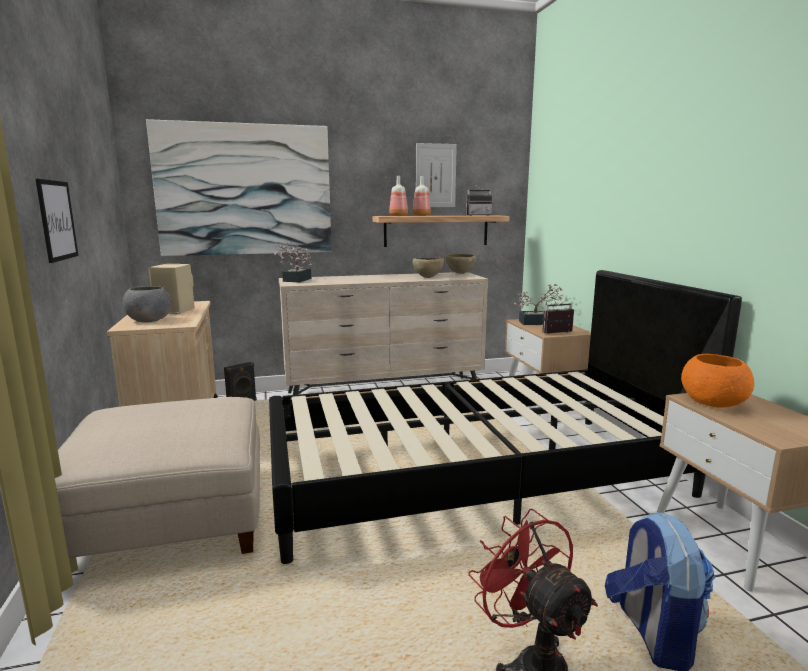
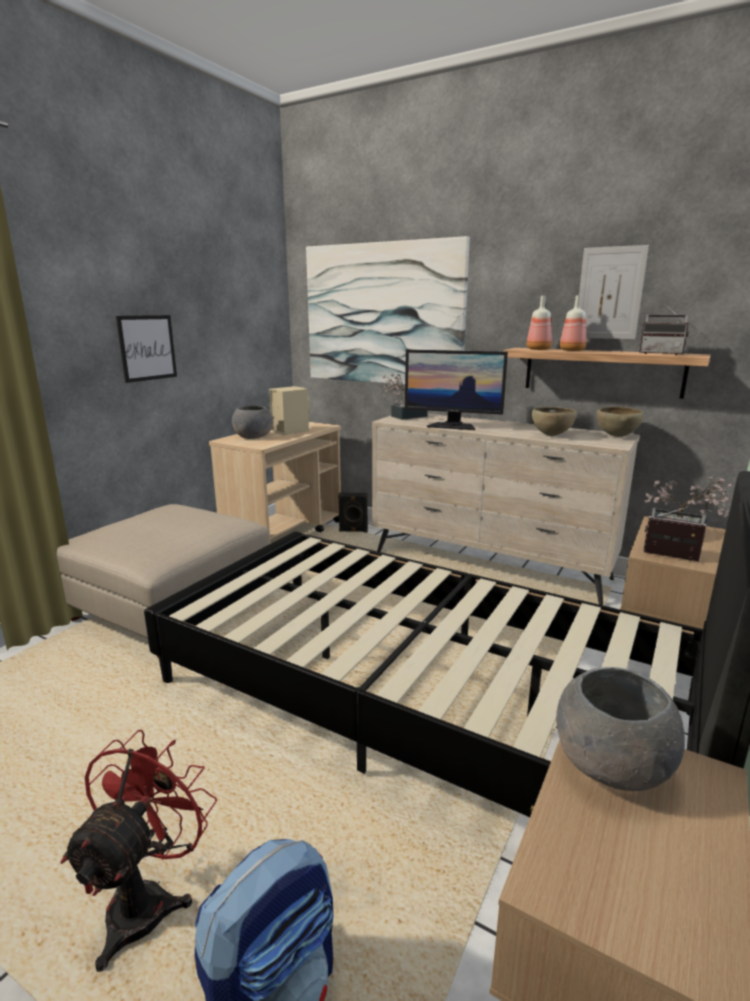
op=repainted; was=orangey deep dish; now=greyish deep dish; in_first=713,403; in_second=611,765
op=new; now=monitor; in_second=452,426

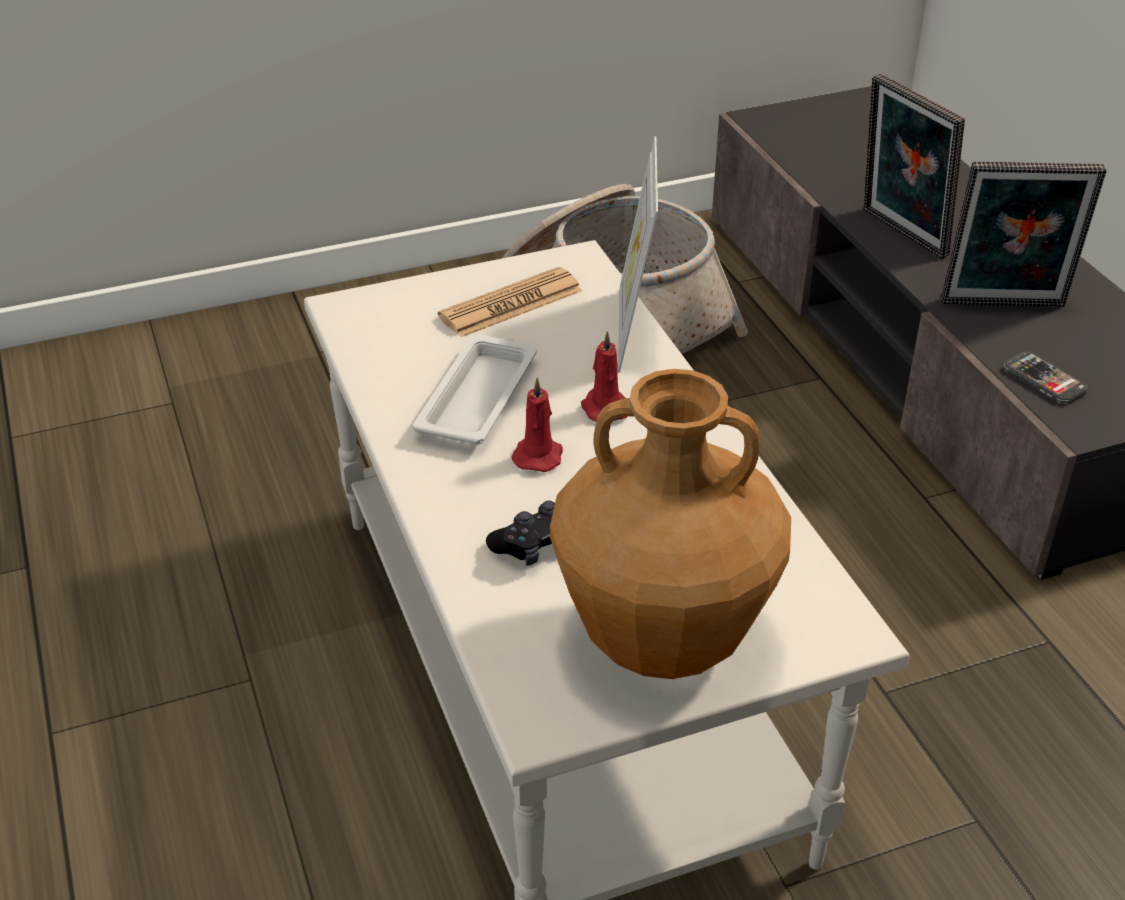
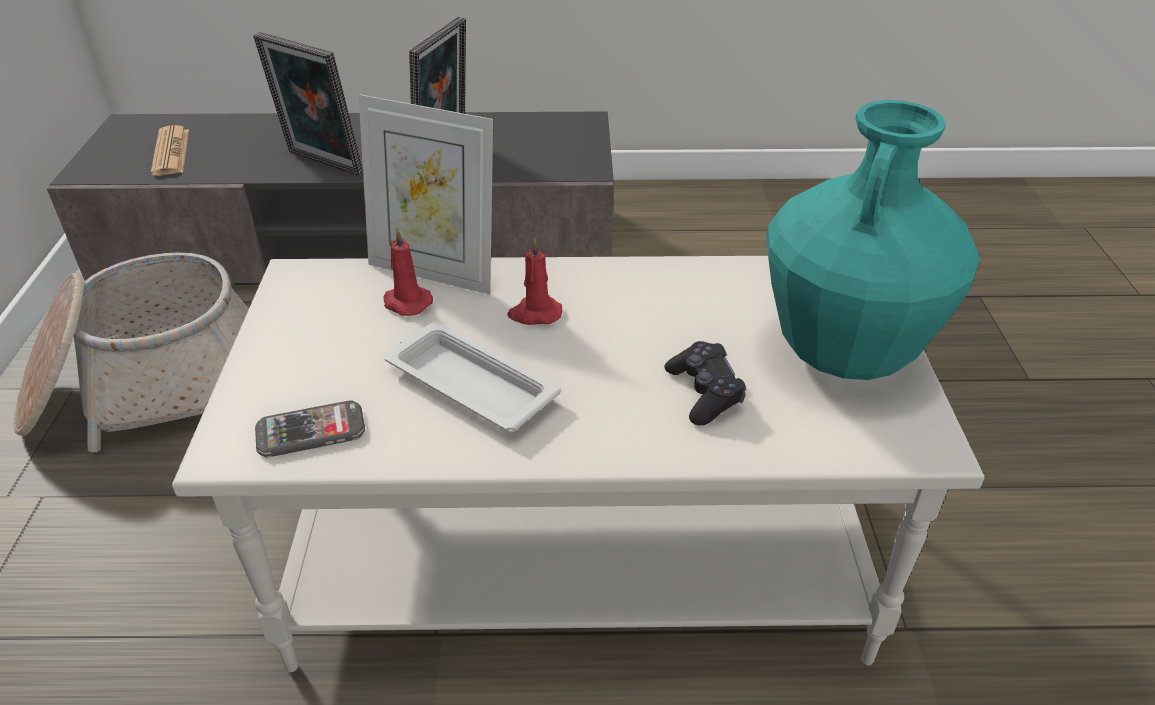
op=rotated; was=standing frame; in_first=899,235; in_second=321,164; clockwise=45
op=shifted; was=printed paper; in_first=511,304; in_second=171,152
op=shifted; was=handset; in_first=1044,380; in_second=311,431
op=repainted; was=brownish vase; now=blue-green vase; in_first=661,640; in_second=844,356
op=shifted; was=red-coloured wax light; in_first=538,455; in_second=406,302

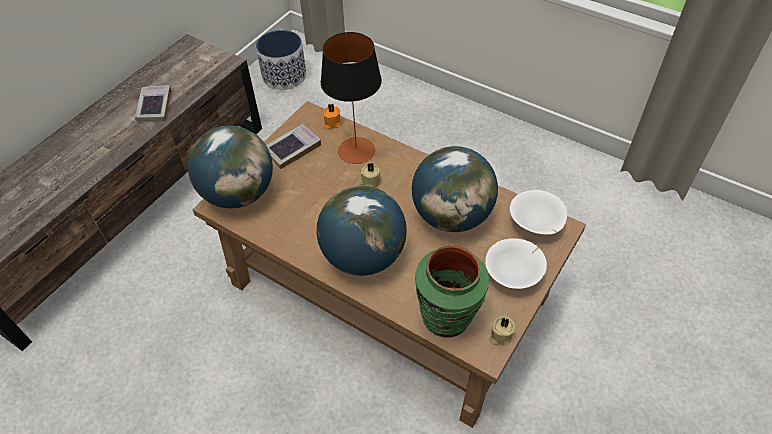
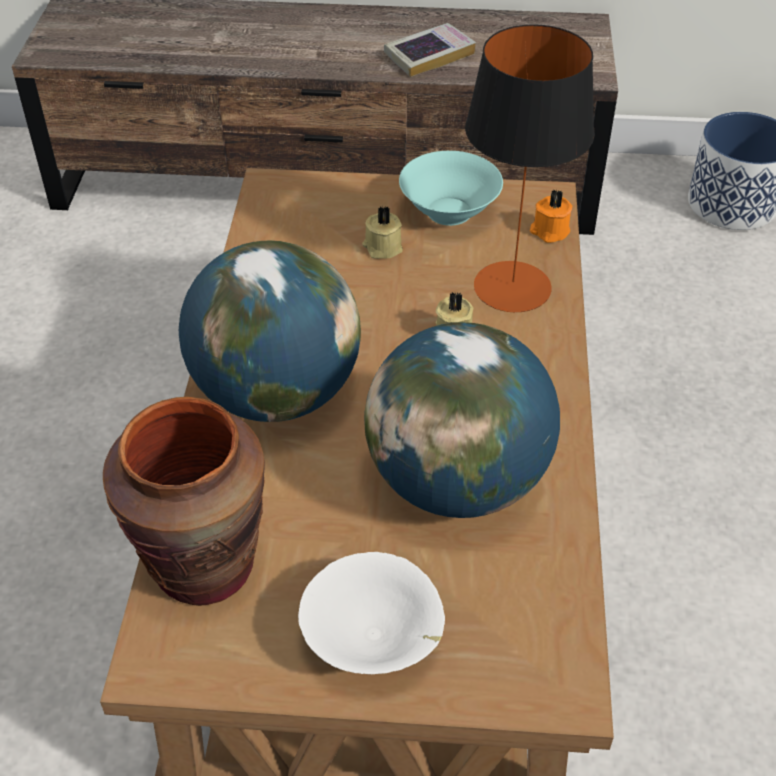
op=swapped; was=volume; now=blue-green deep dish; in_first=292,149; in_second=449,212
op=gone; was=world globe; in_first=238,194
op=gone; was=whitish deep dish; in_first=535,225
op=repainted; was=greenish vase; now=brownish vase; in_first=447,318; in_second=204,566
op=shifted; was=sand-coloured wax light; in_first=500,336; in_second=382,247

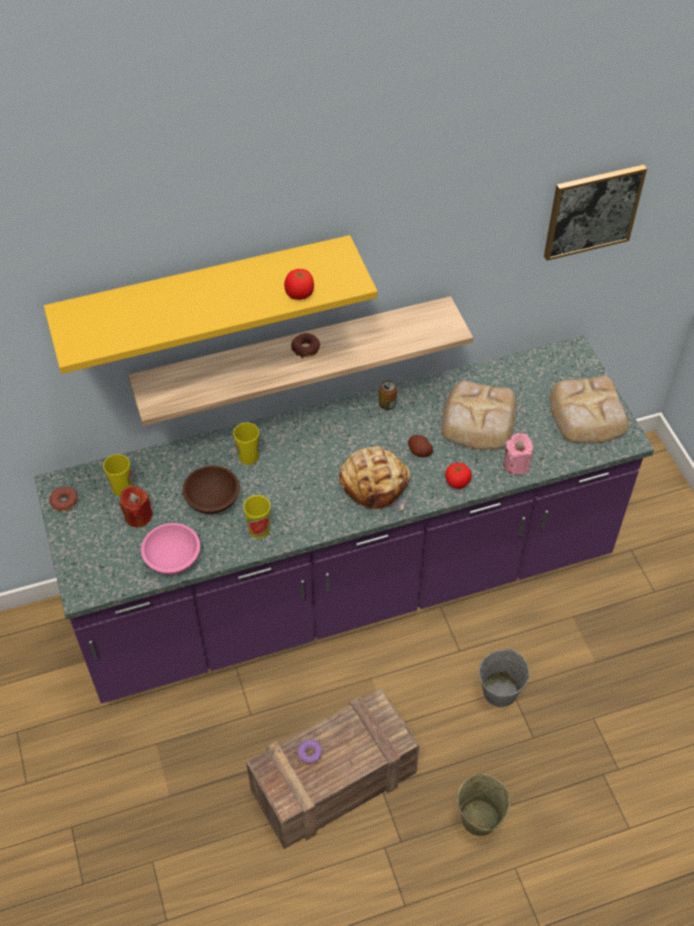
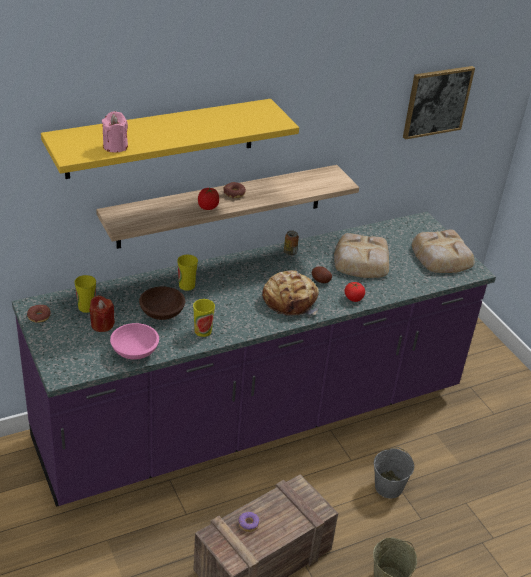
op=shifted; was=tomato; in_first=299,294; in_second=208,207
op=shifted; was=pinkish wax light; in_first=516,464; in_second=115,146

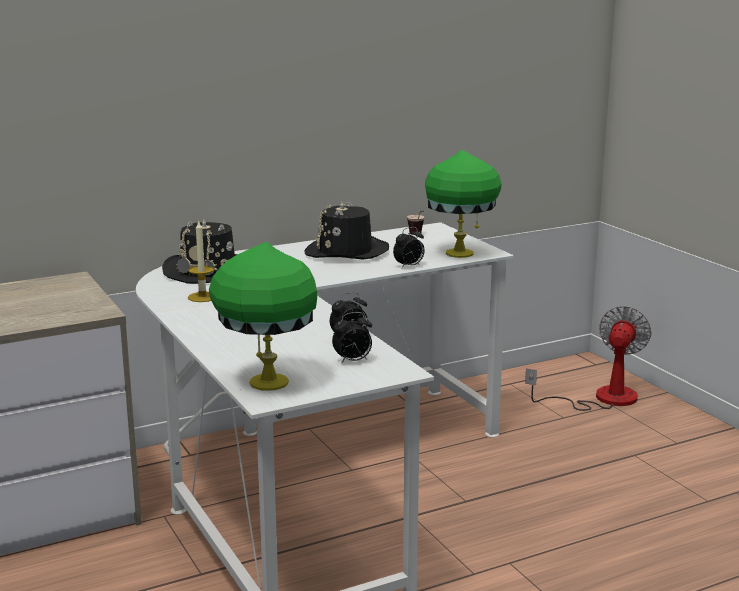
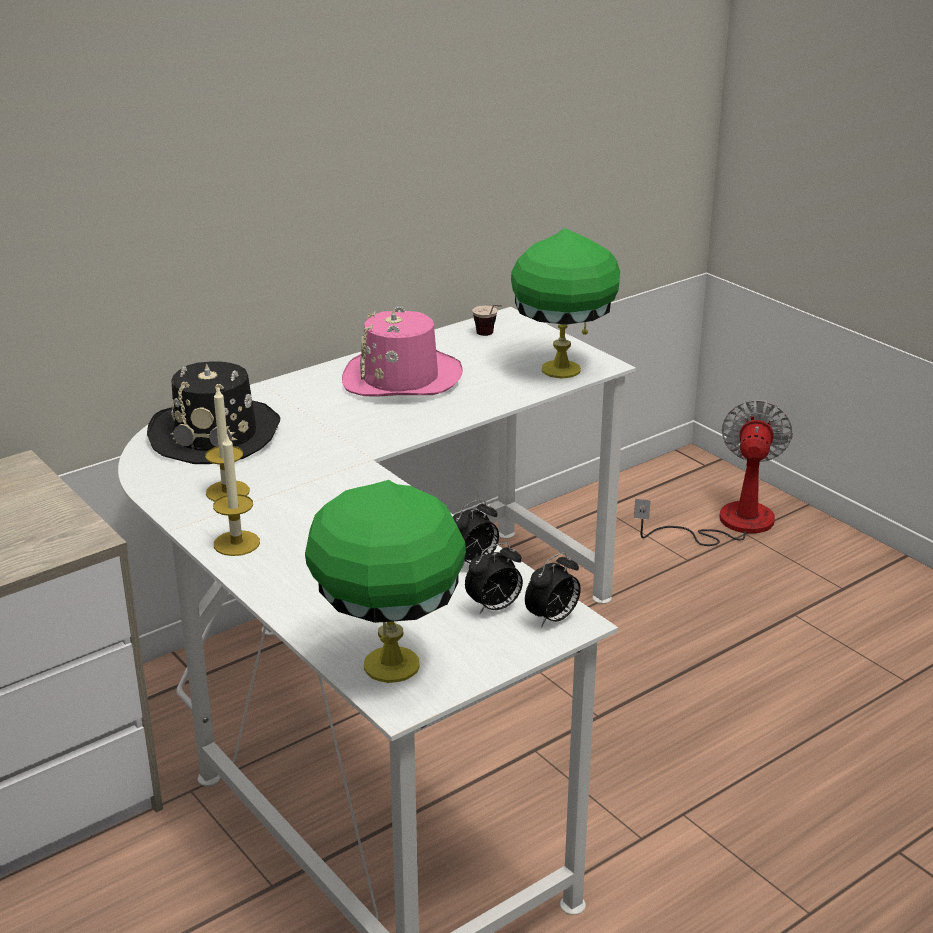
op=repainted; was=blackish clothing hat; now=pinkish clothing hat; in_first=346,252; in_second=401,378
op=shifted; was=alarm clock; in_first=409,266; in_second=552,619
op=new; now=wax light; in_second=236,543

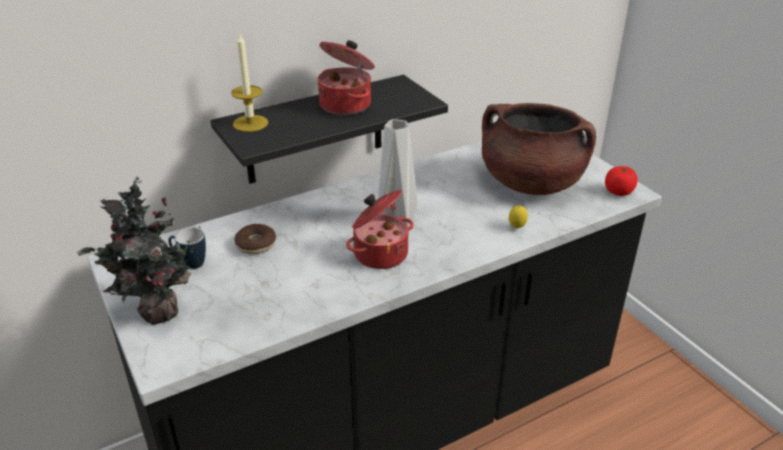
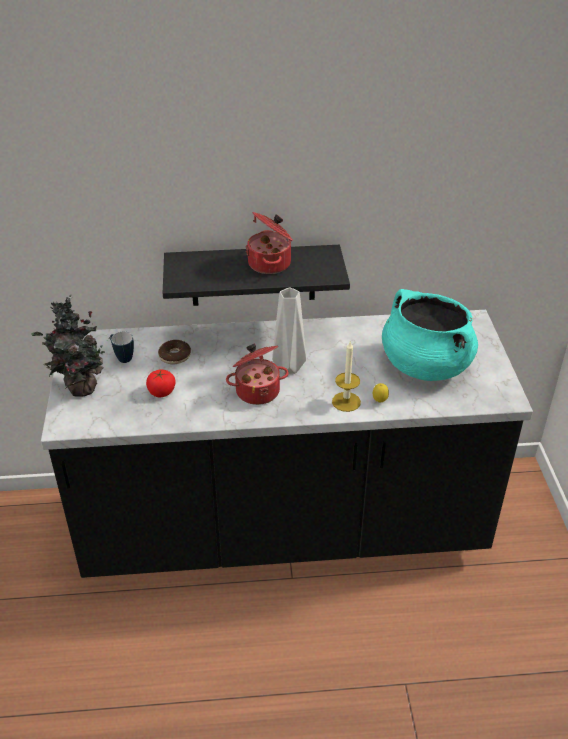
op=shifted; was=wax light; in_first=250,123; in_second=346,402
op=repainted; was=brownish cooking pot; now=blue-green cooking pot; in_first=530,183; in_second=425,365
op=shifted; was=tomato; in_first=619,191; in_second=161,392

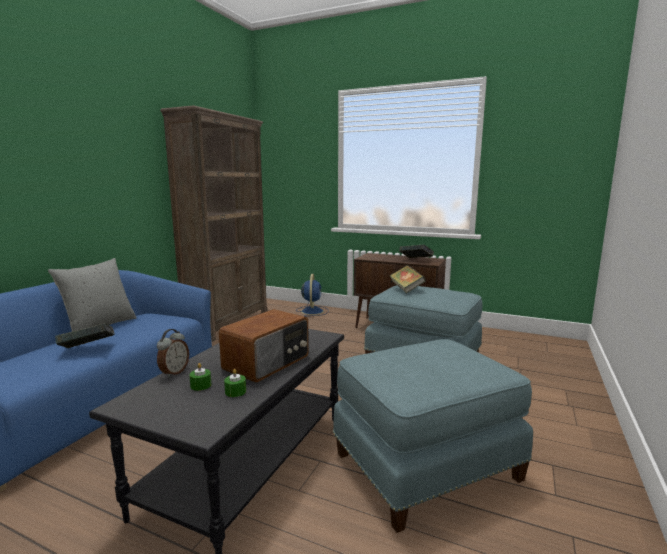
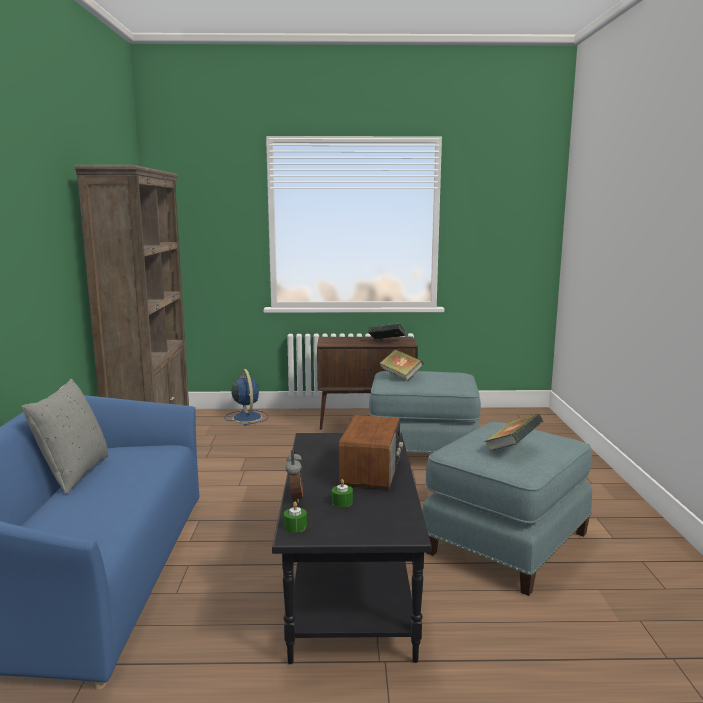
op=shifted; was=volume; in_first=88,349; in_second=512,448
op=shifted; was=greenish wax light; in_first=235,391; in_second=295,526

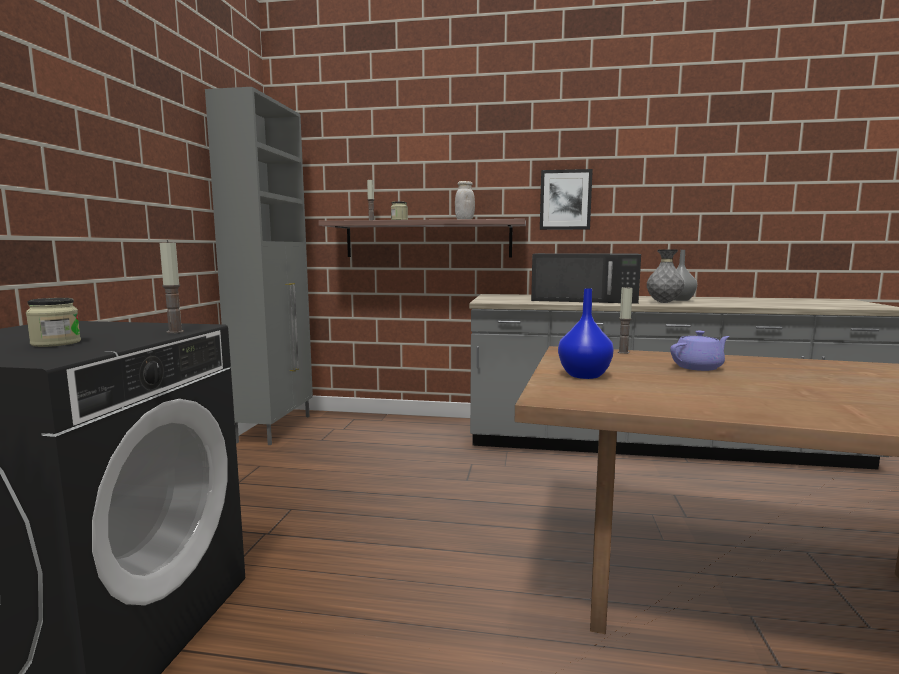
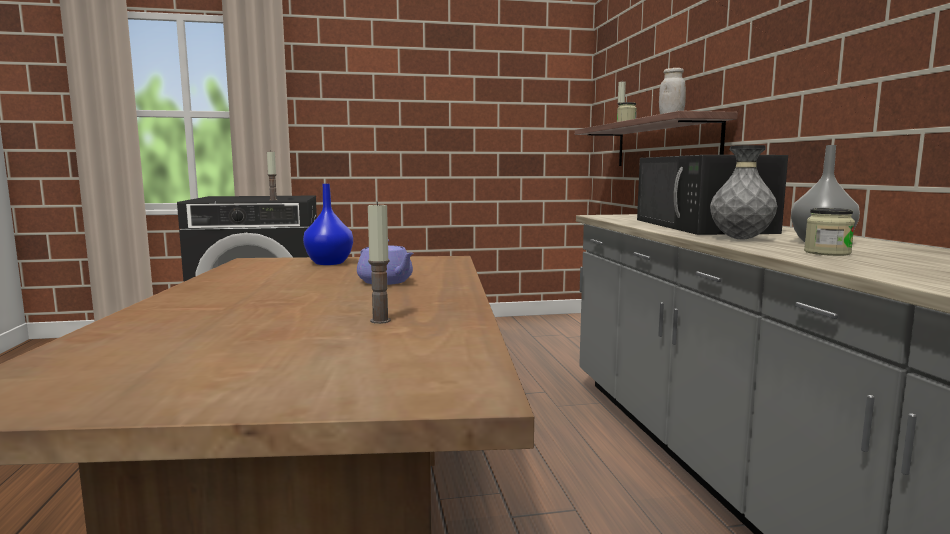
op=gone; was=greyish cabinet; in_first=276,428
op=gone; was=wall art; in_first=565,200
op=shifted; was=wax light; in_first=623,352; in_second=380,321
op=shifted; was=storage jar; in_first=56,343; in_second=827,253

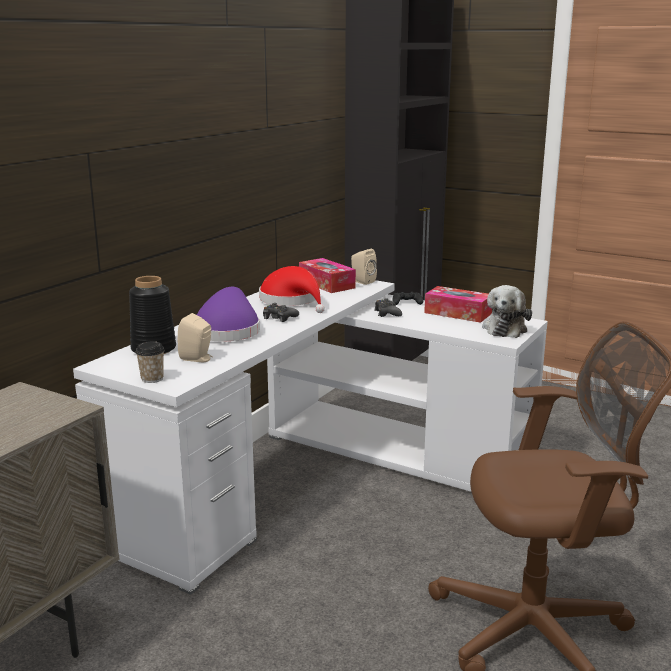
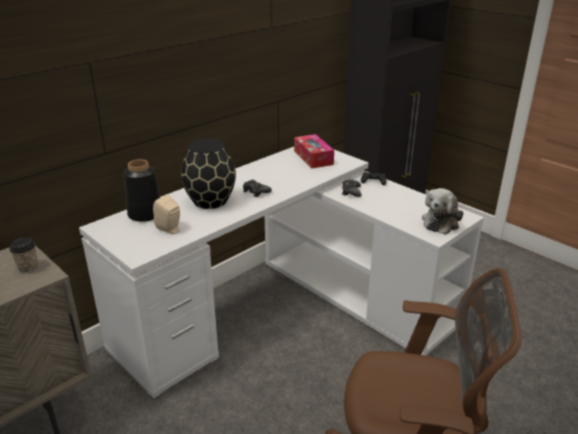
op=gone; was=sand-coloured audio speaker; in_first=362,281
op=gone; was=red-coloured clothing hat; in_first=292,301
op=gone; was=box of tissues; in_first=458,313
op=swapped; was=purplish clothing hat; now=blackish vase; in_first=228,330; in_second=209,201
op=shifted; was=cup; in_first=152,378; in_second=28,268

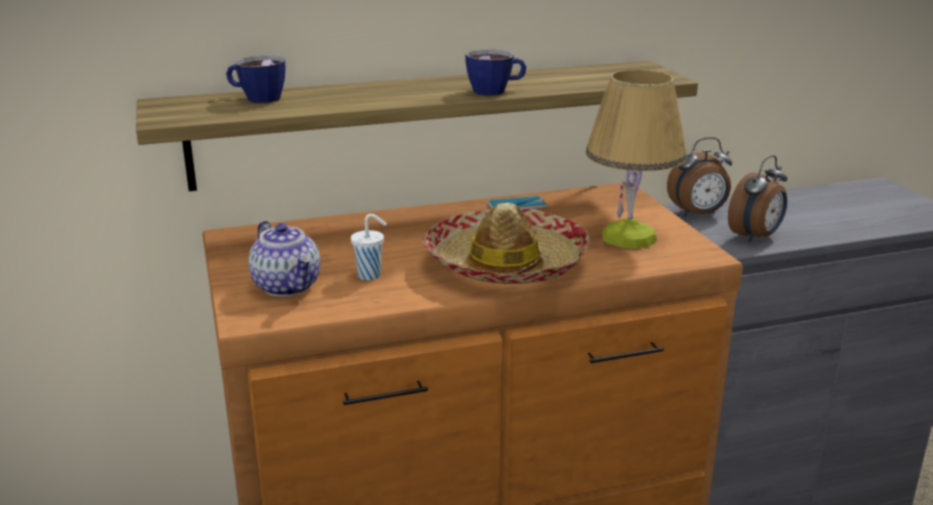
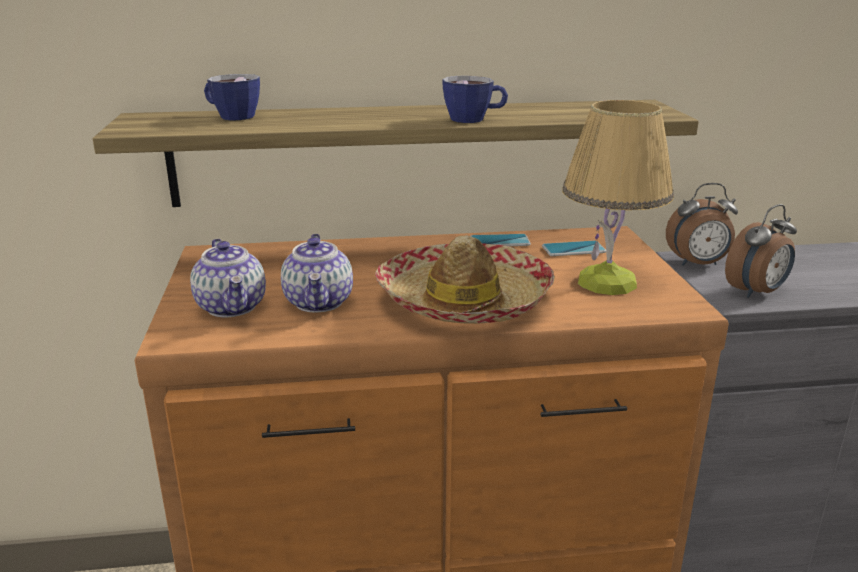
op=swapped; was=whitish cup; now=teapot; in_first=370,275; in_second=319,302
op=new; now=handset; in_second=573,249

